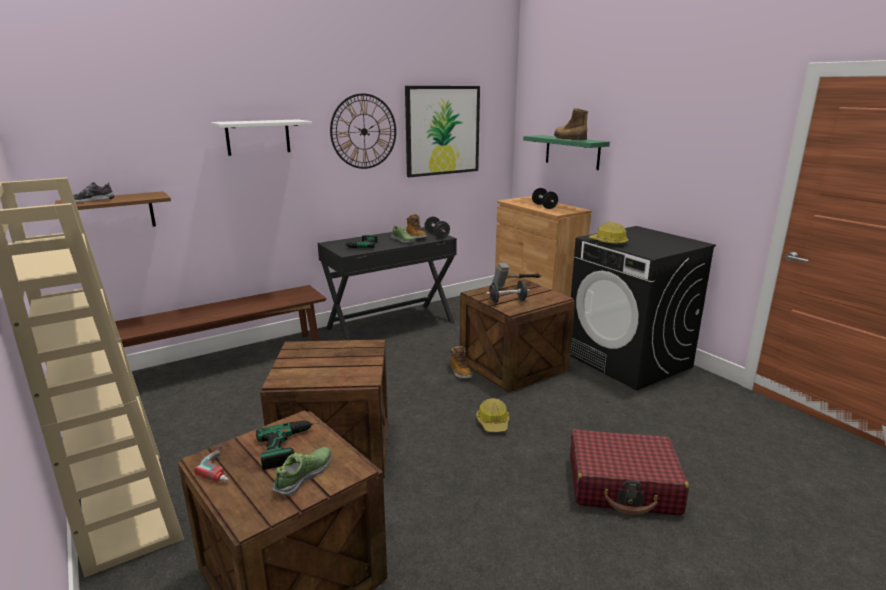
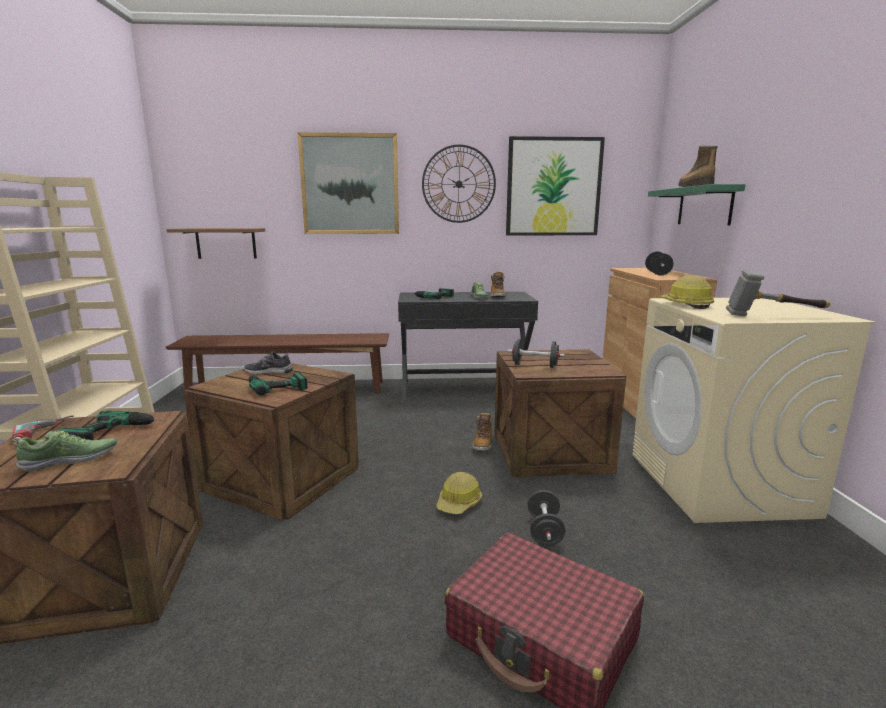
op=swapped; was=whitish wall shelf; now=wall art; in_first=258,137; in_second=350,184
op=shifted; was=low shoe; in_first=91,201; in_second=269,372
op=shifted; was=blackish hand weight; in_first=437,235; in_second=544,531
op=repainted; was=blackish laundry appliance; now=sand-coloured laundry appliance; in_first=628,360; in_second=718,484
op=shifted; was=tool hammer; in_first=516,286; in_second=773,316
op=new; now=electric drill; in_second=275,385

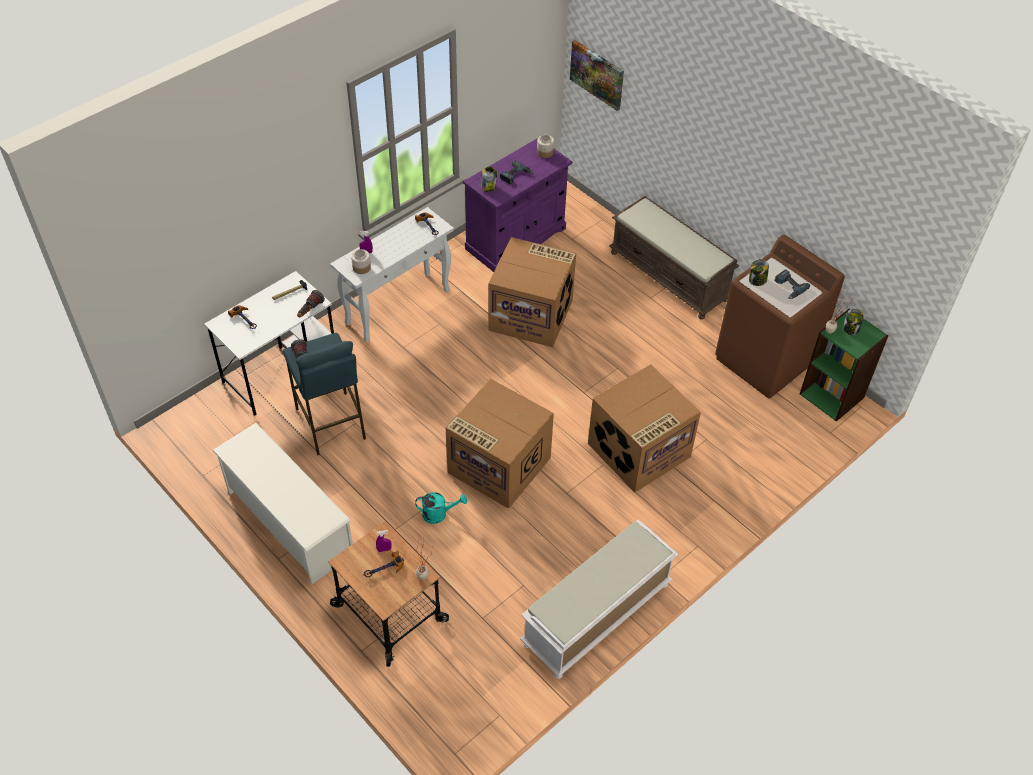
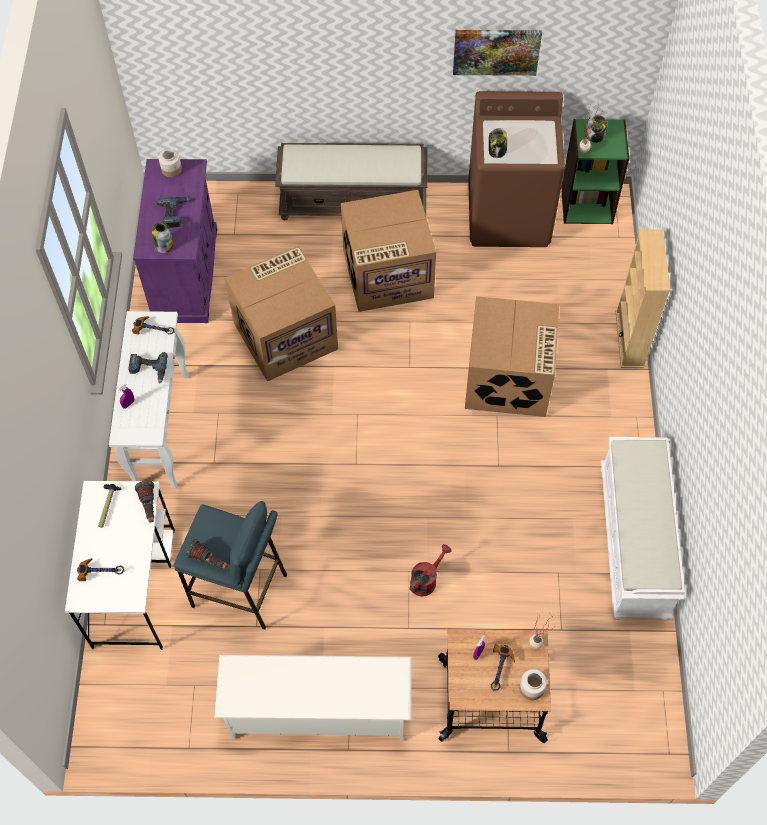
op=shifted; was=wall art; in_first=597,74; in_second=496,51
op=shifted; was=storage jar; in_first=361,267; in_second=531,688
op=shifted; was=electric drill; in_first=788,287; in_second=148,369
op=shifted; was=packing box; in_first=497,465; in_second=387,275
op=repainted; was=blue-green watering pot; now=red-coloured watering pot; in_first=439,514; in_second=426,579
op=new; now=sand-coloured bookshelf; in_second=629,339

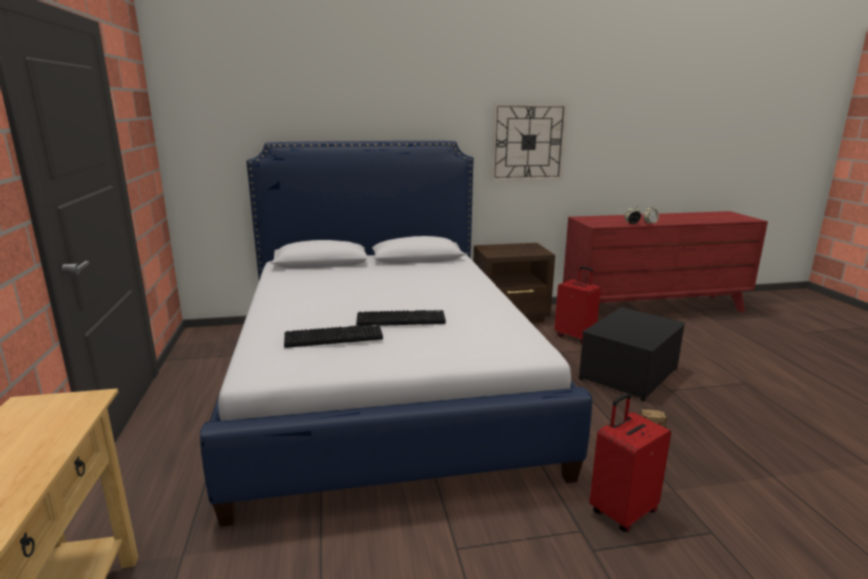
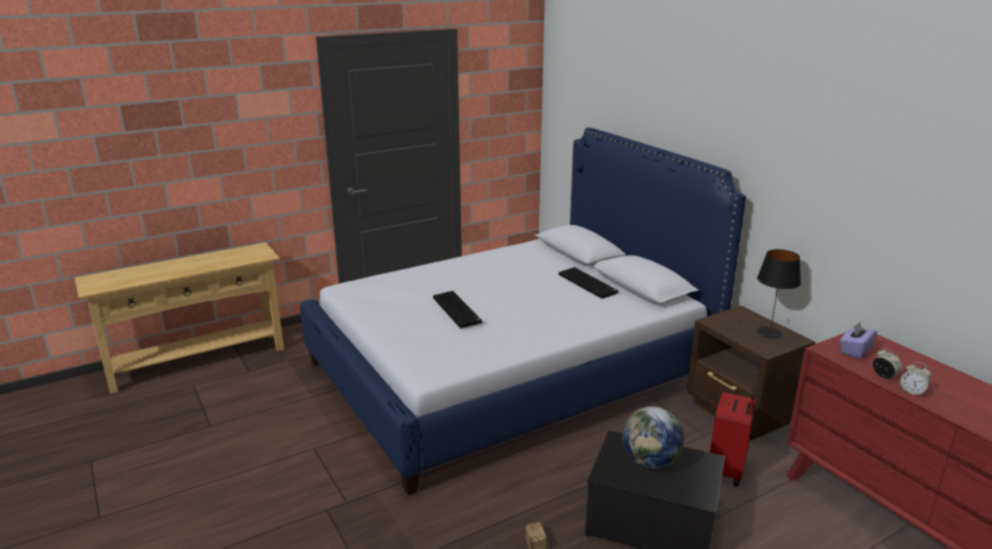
op=gone; was=hanging clock; in_first=528,142
op=shifted; was=keyboard; in_first=334,337; in_second=588,284
op=gone; was=red-coloured piece of luggage; in_first=622,511
op=new; now=blackish table lamp; in_second=769,332
op=new; now=purplish box of tissues; in_second=855,351
op=new; now=world globe; in_second=650,462

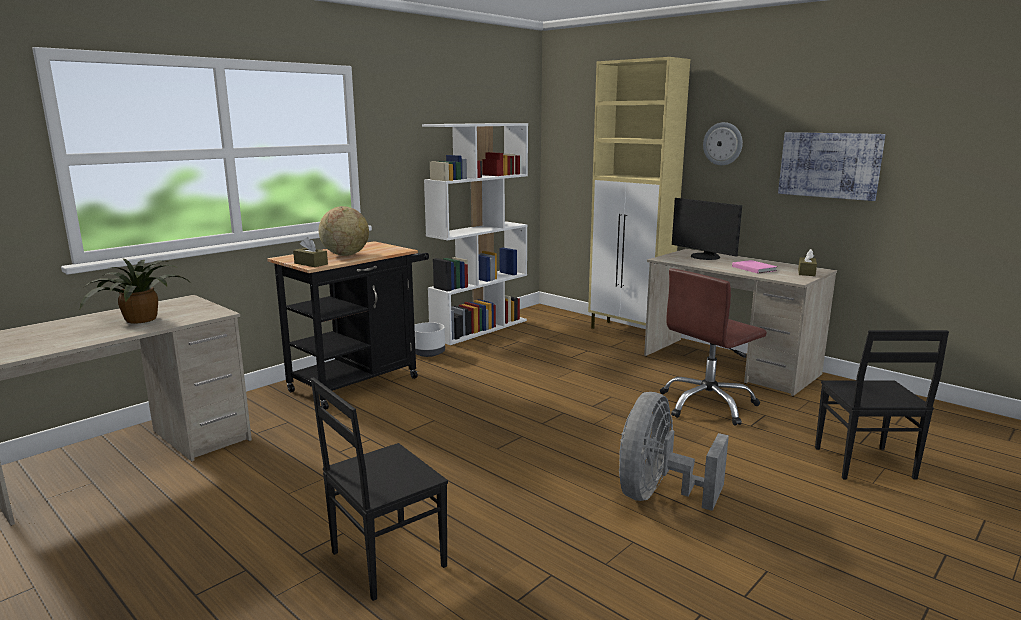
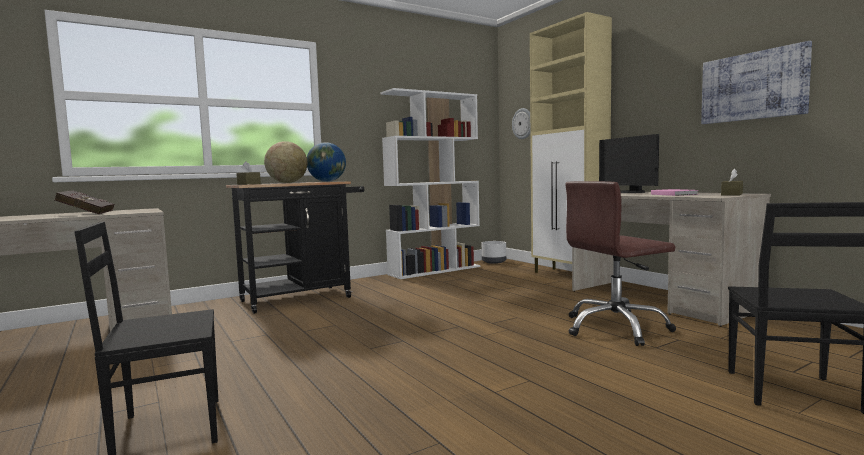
op=shifted; was=hanging clock; in_first=723,144; in_second=523,123
op=swapped; was=potted plant; now=red-coloured volume; in_first=139,320; in_second=84,214
op=shifted; was=whitish plant pot; in_first=428,353; in_second=493,262
op=gone; was=greyish fan; in_first=658,495
op=new; now=world globe; in_second=327,181

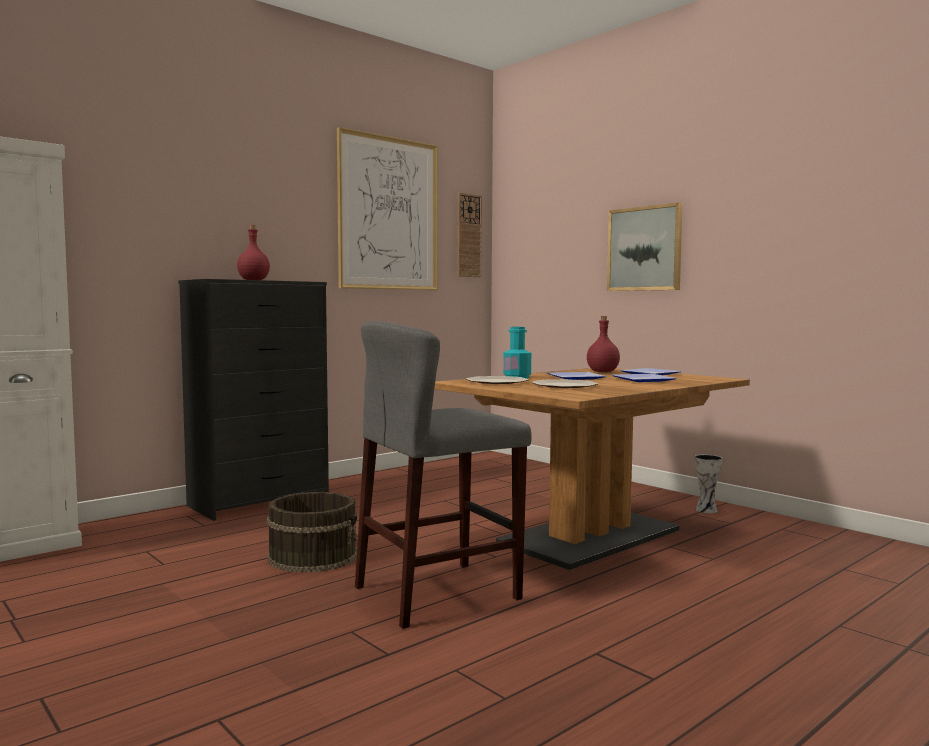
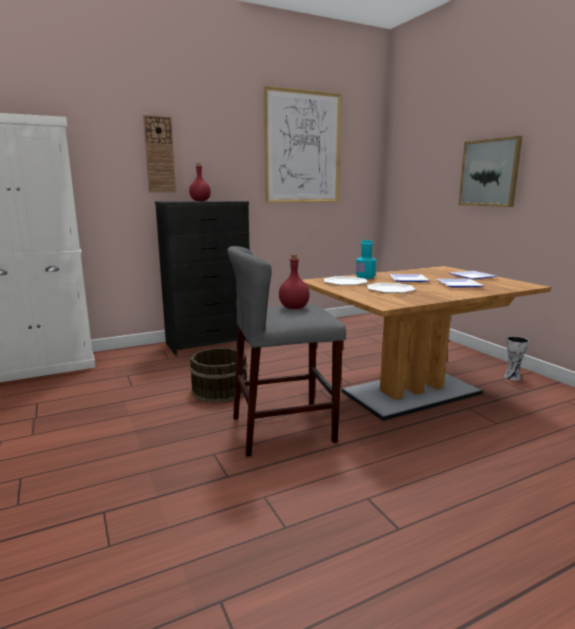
op=shifted; was=hanging clock; in_first=468,235; in_second=160,154
op=shifted; was=red-coloured drink bottle; in_first=602,372; in_second=294,308

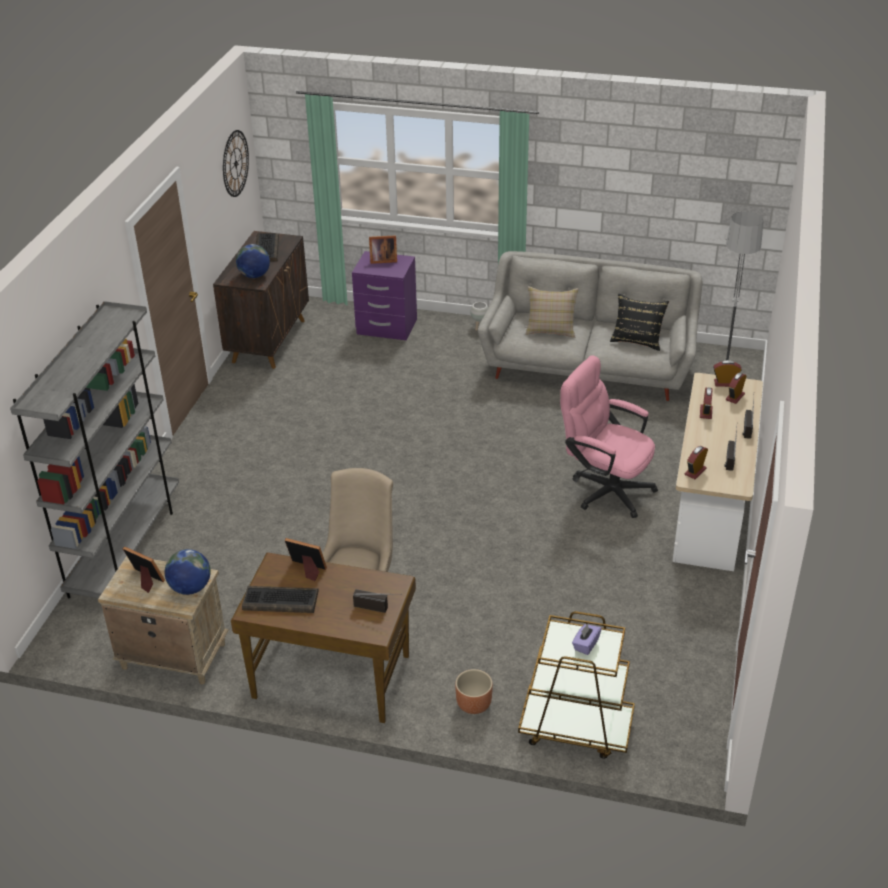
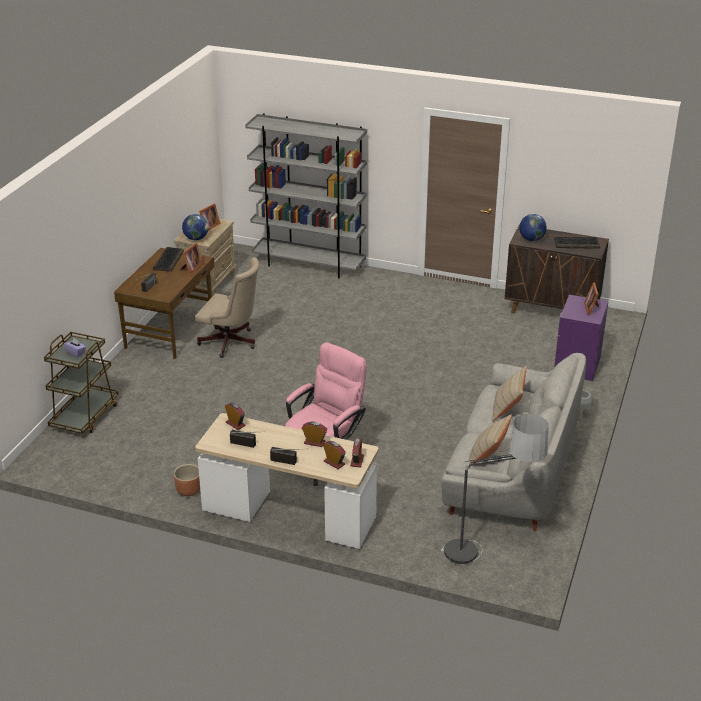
op=gone; was=hanging clock; in_first=235,163
op=repainted; was=blackish throw pillow; now=sand-coloured throw pillow; in_first=637,339; in_second=487,457
op=shifted; was=brownish plant pot; in_first=473,705; in_second=188,491

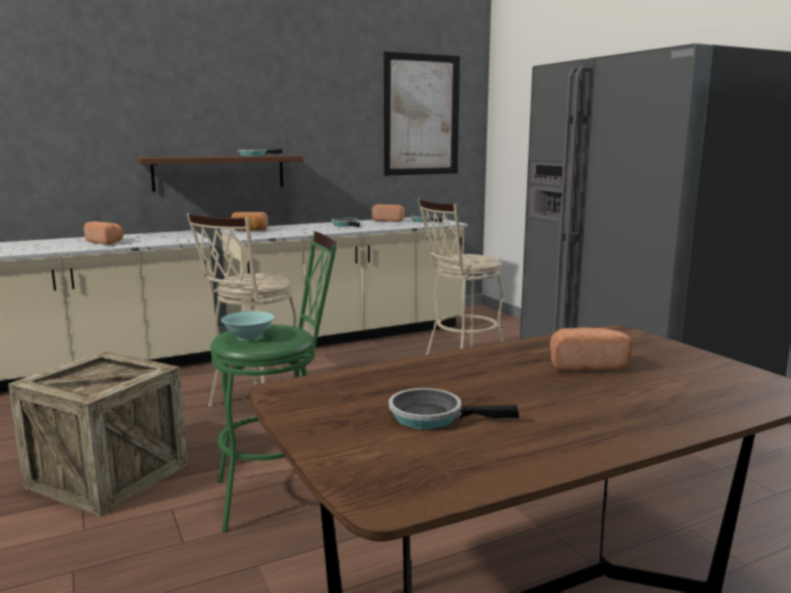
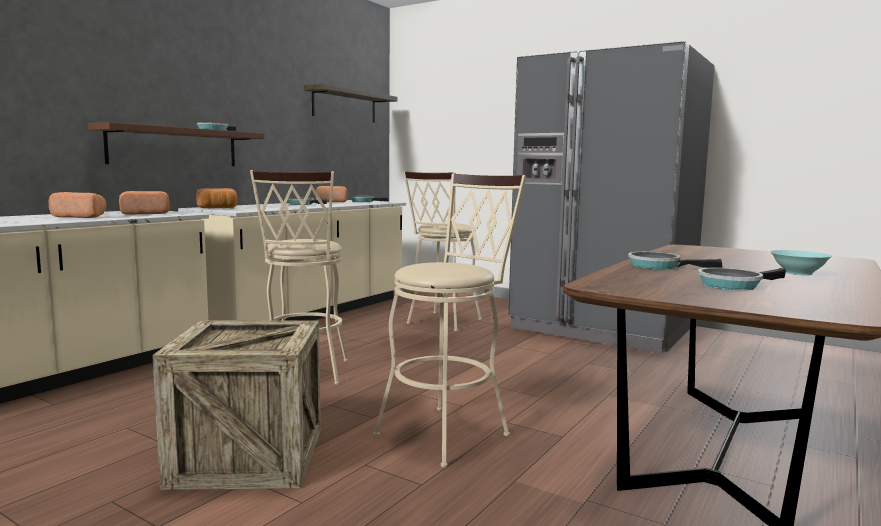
op=swapped; was=wall art; now=wall shelf; in_first=422,115; in_second=344,105
op=repainted; was=greenish stool seat; now=sand-coloured stool seat; in_first=282,495; in_second=449,431
op=shifted; was=blue-green deep dish; in_first=248,337; in_second=798,273
op=shifted; was=bakery bread; in_first=585,365; in_second=144,213
op=new; now=pan; in_second=658,266

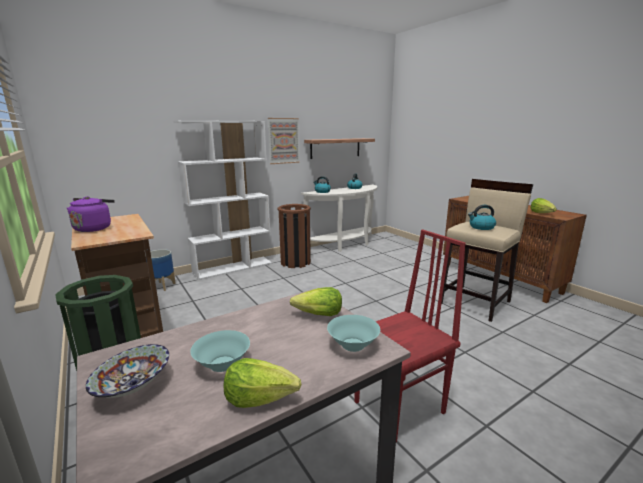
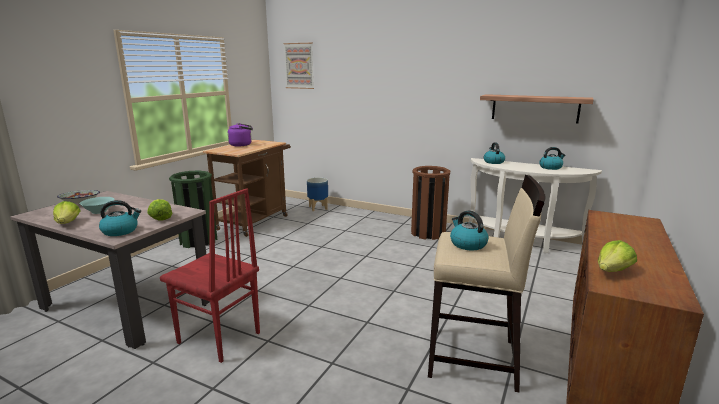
op=shifted; was=wall art; in_first=283,141; in_second=299,66
op=gone; was=whitish bookshelf; in_first=233,267
op=swapped; was=blue-green deep dish; now=tea kettle; in_first=352,345; in_second=121,231

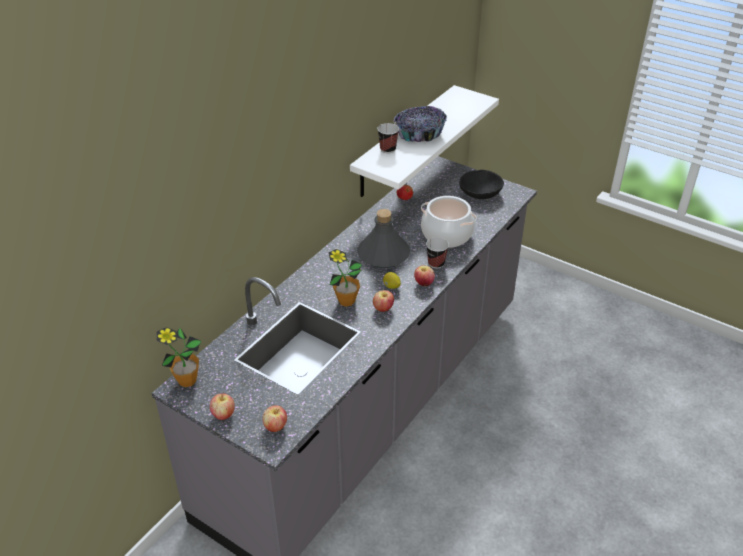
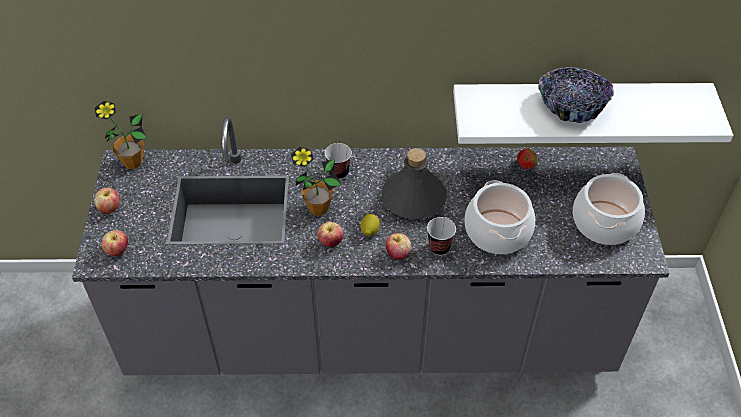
op=shifted; was=cup; in_first=388,149; in_second=338,173
op=swapped; was=blackish deep dish; now=cooking pot; in_first=480,193; in_second=604,223

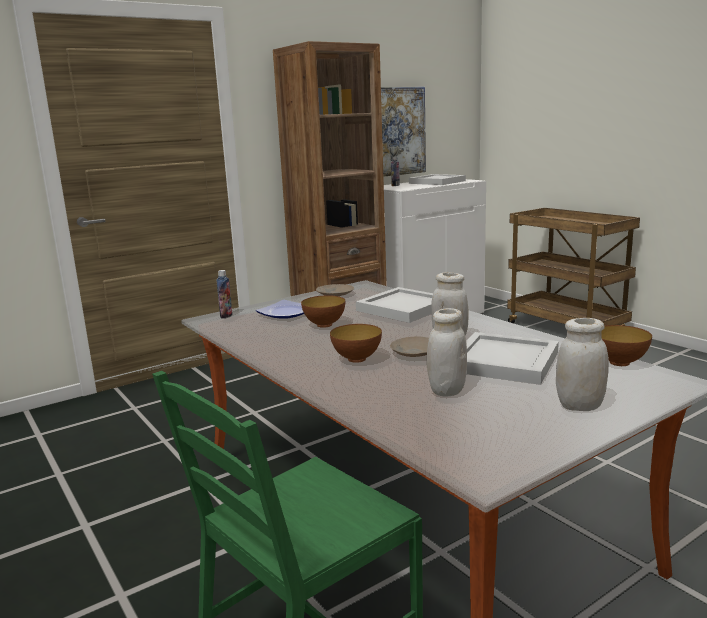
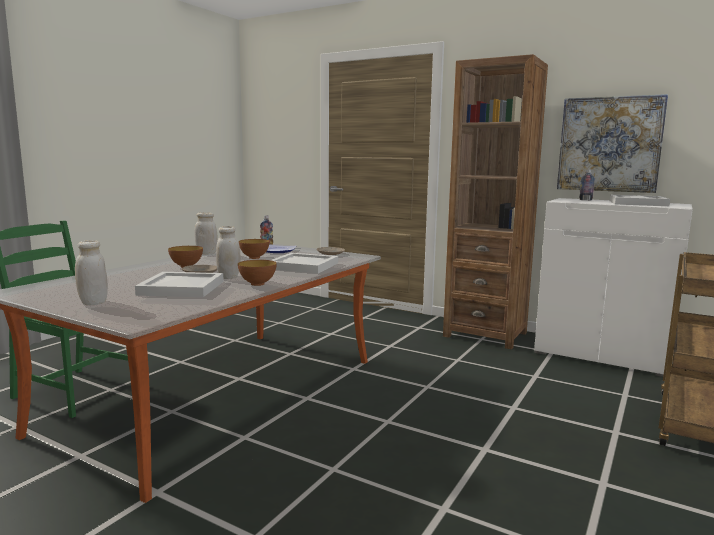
op=shifted; was=whitish storage jar; in_first=446,390; in_second=206,253
op=shifted; was=deep dish; in_first=619,362; in_second=257,284

